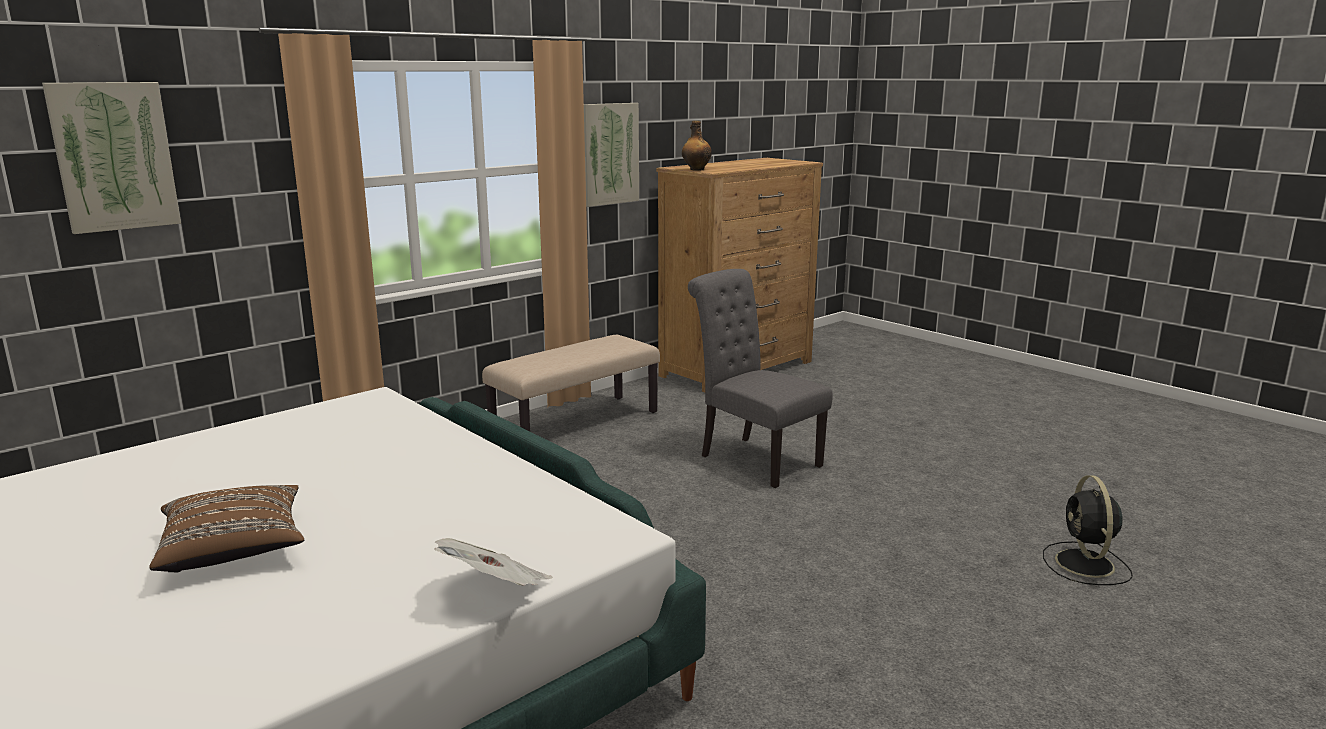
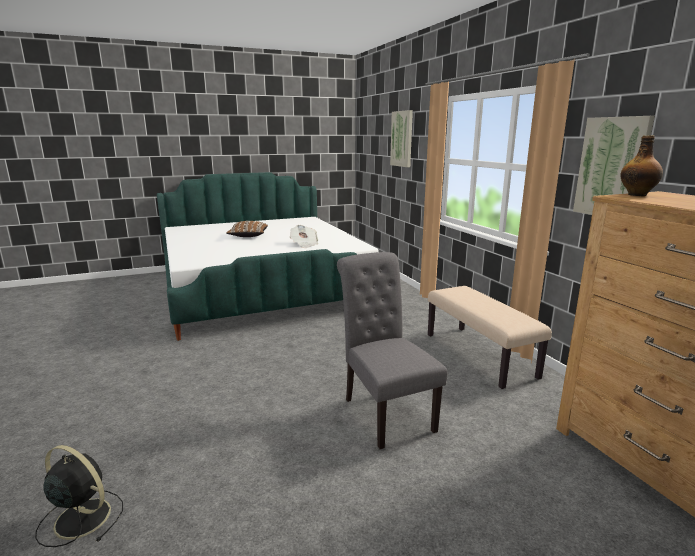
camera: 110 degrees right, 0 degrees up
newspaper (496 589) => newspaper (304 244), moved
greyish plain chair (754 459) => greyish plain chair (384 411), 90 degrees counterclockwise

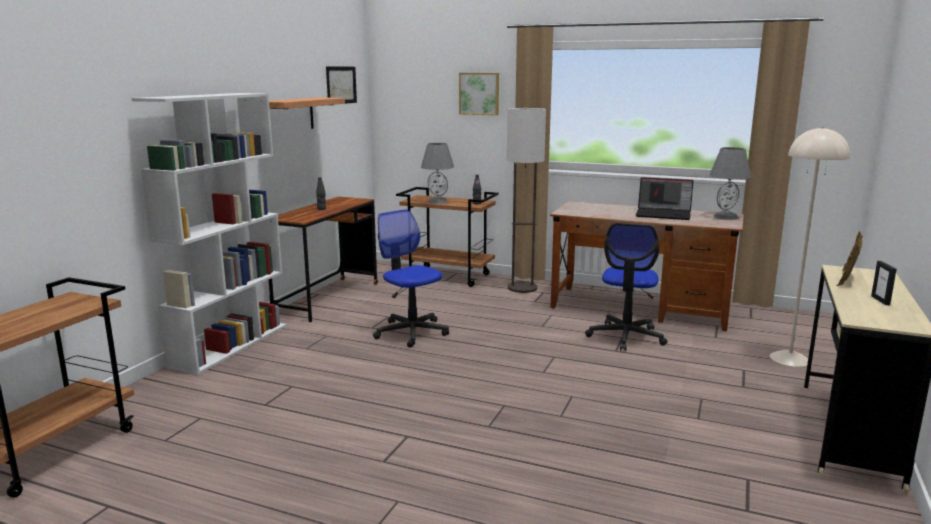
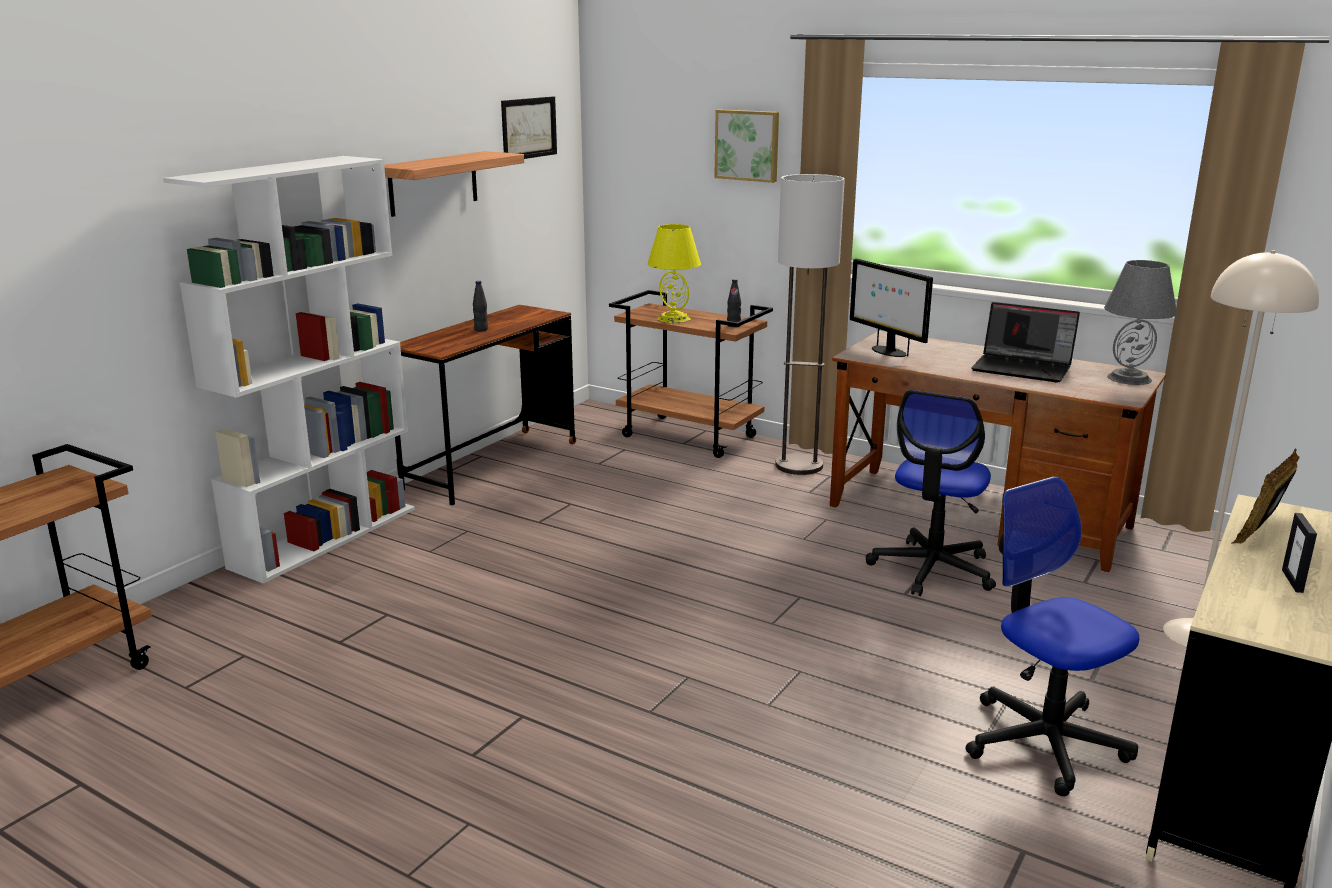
camera: 10 degrees right, 5 degrees up
nothing => computer display (887 351)
desk chair (411 332) => desk chair (1044 742), moved
greyish tabletop lamp (438 201) => yellowish tabletop lamp (674 318)

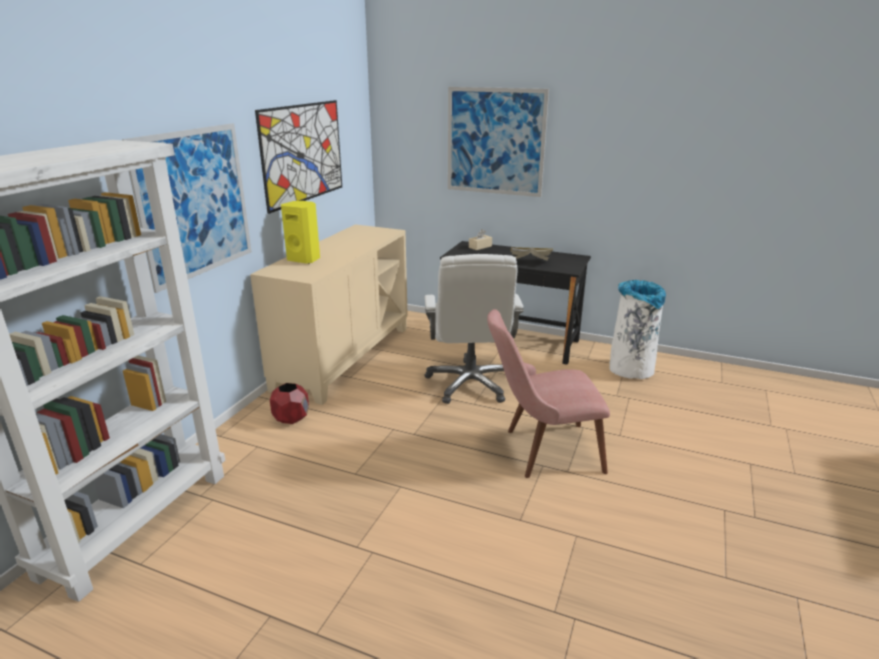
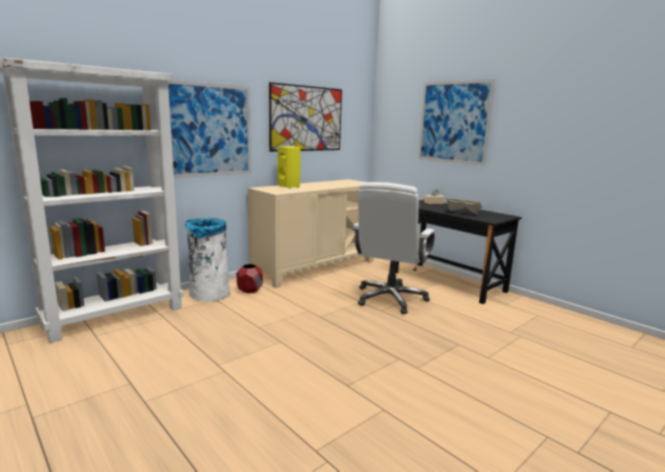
camera: 25 degrees right, 10 degrees down
pink-coloured plain chair (541 451) => nothing
white rubbish bin (630 369) => white rubbish bin (209 295), moved

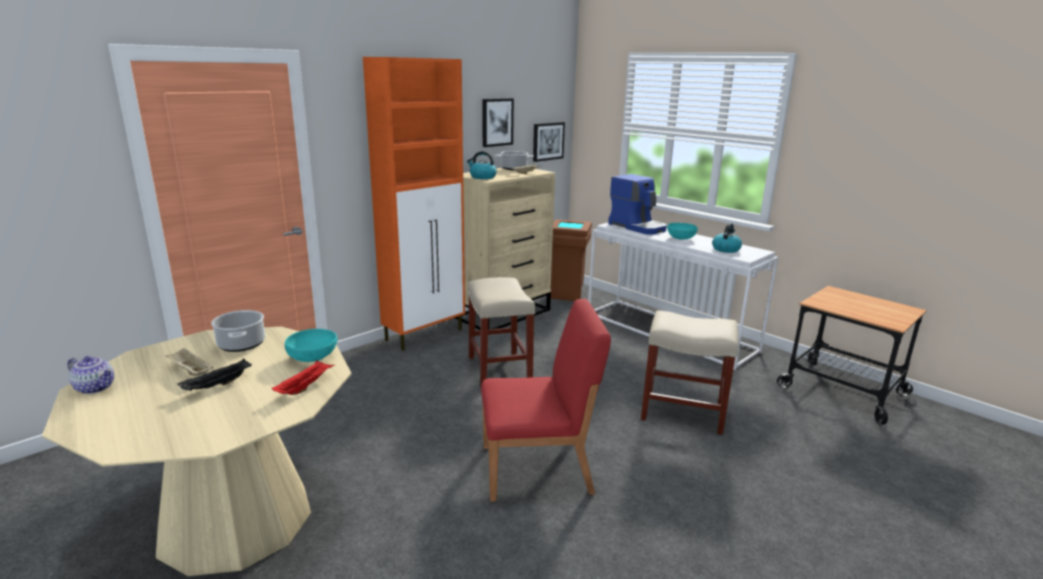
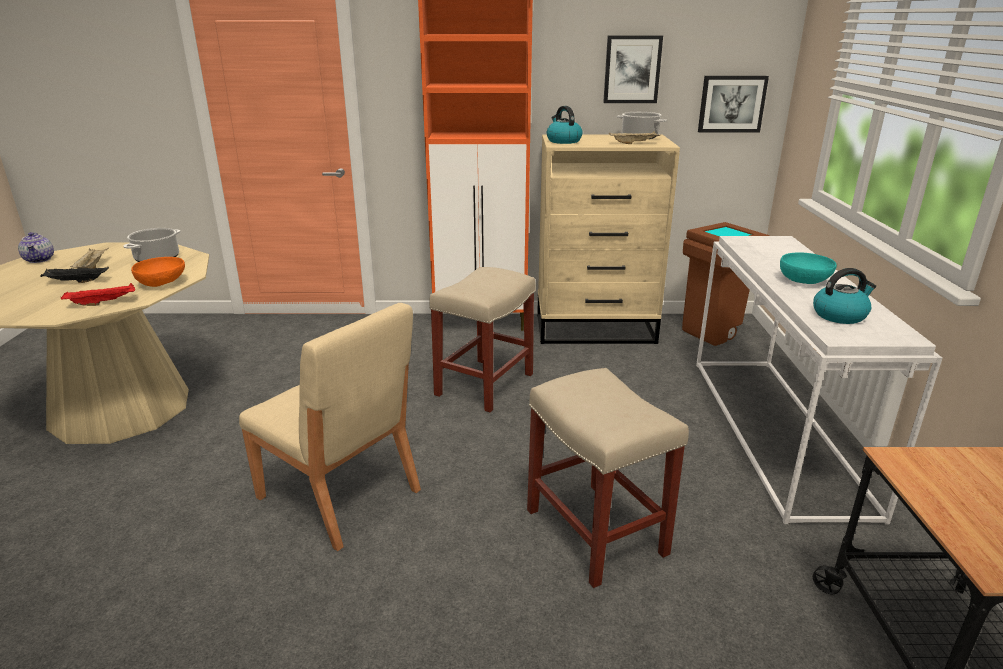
camera: 45 degrees right, 5 degrees up
coffee brewer (638 227) => nothing
turquoise deep dish (313 357) => orange-coloured deep dish (162 283)
red-coloured plain chair (538 469) => beige plain chair (339 495)

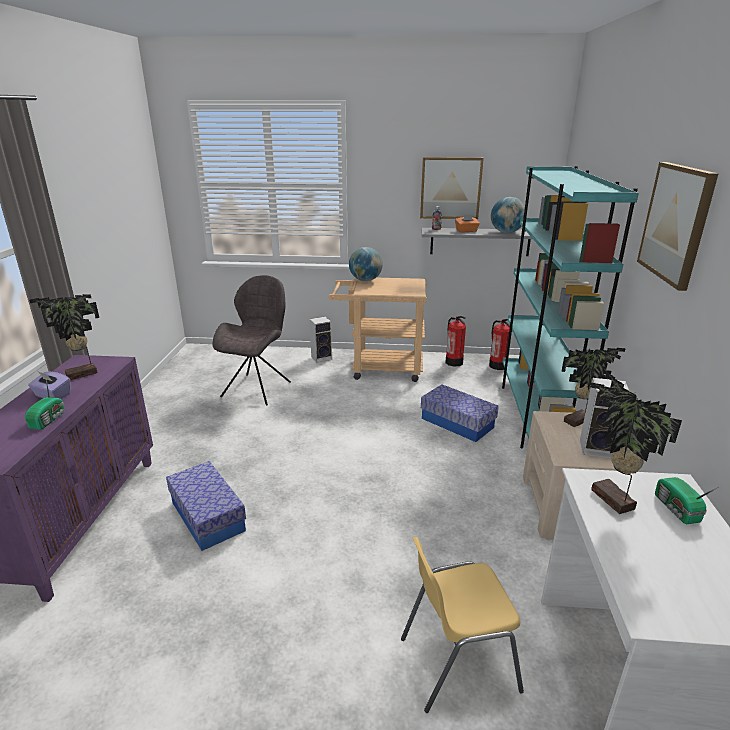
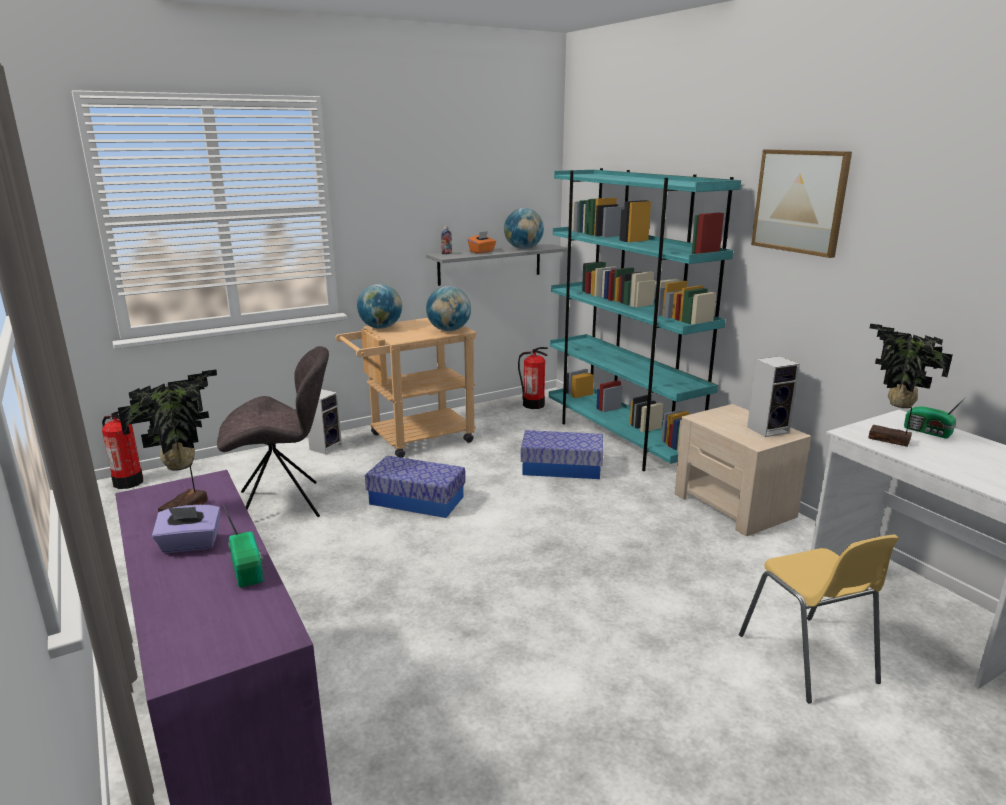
camera: 35 degrees left, 5 degrees down
picture (450 188) => nothing
houseplant (579 421) => nothing
nothing => world globe (449 330)
storage bin (207 516) => storage bin (416 500), moved
extinguisher (454 362) => extinguisher (128 482), moved
greyish plain chair (258 388) => greyish plain chair (283 503), 90 degrees clockwise
yellowish plain chair (457 663) => yellowish plain chair (808 659), 60 degrees counterclockwise

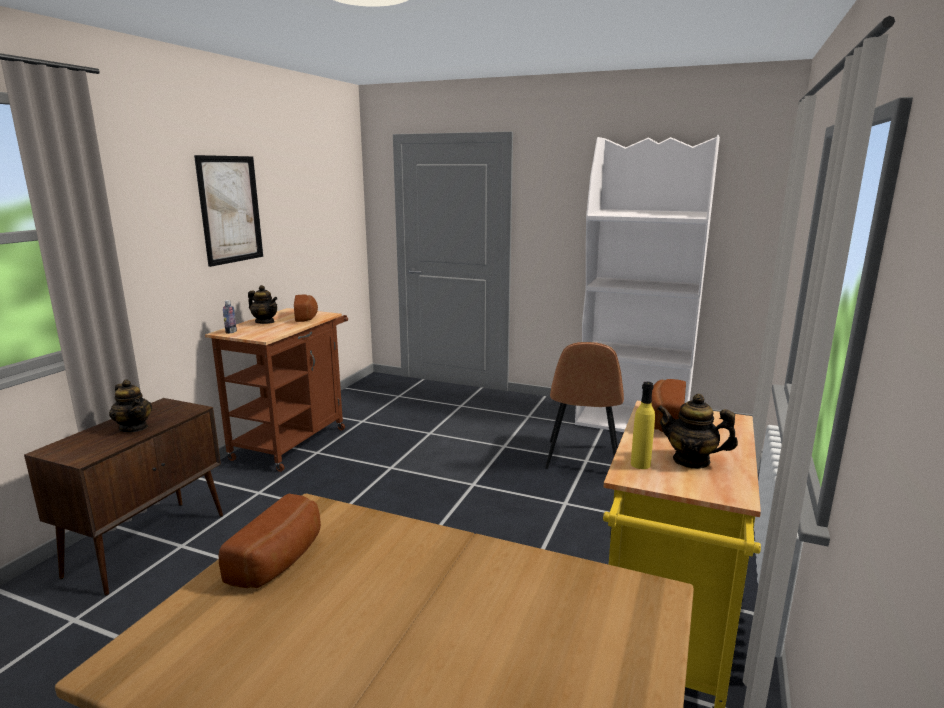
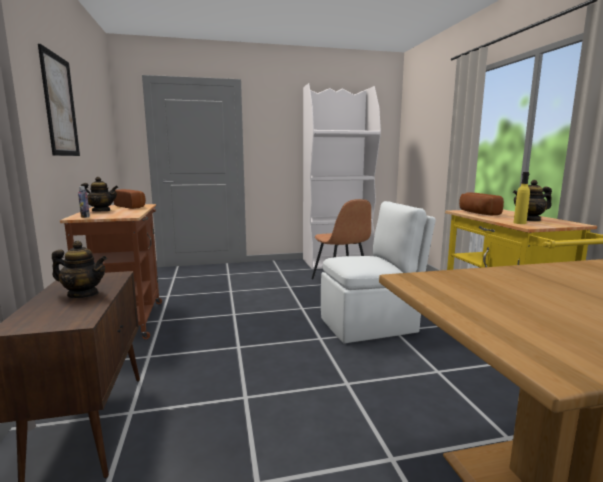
camera: 35 degrees left, 5 degrees down
bakery bread (281 560) => nothing
nothing => white plain chair (370 325)

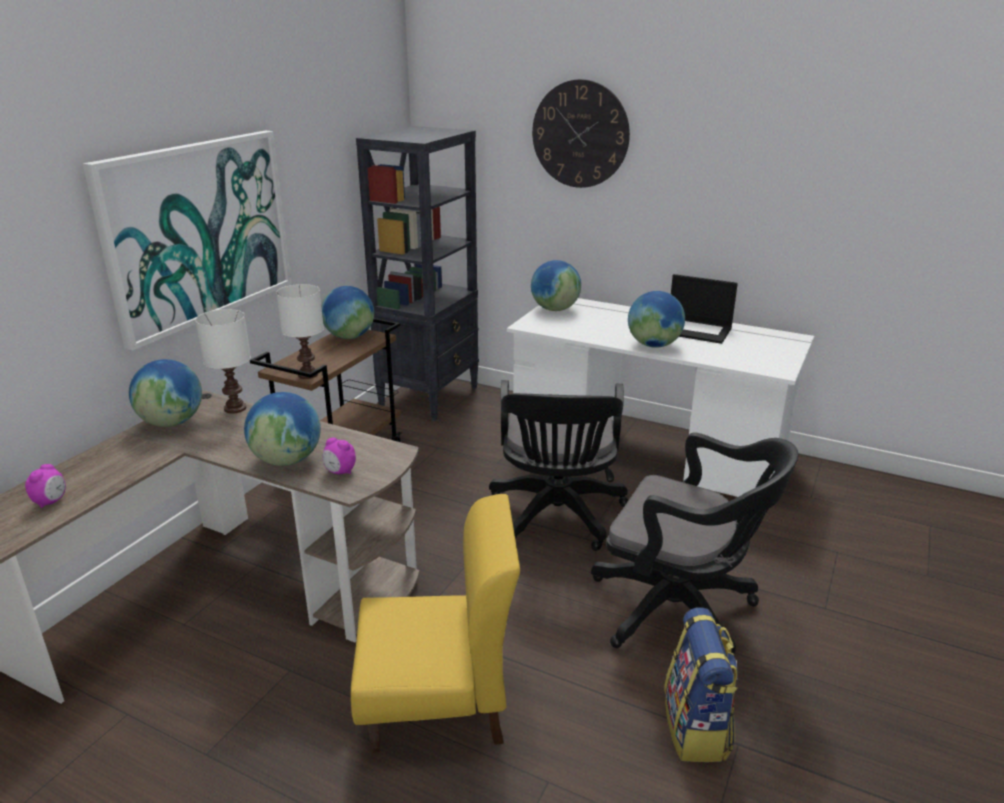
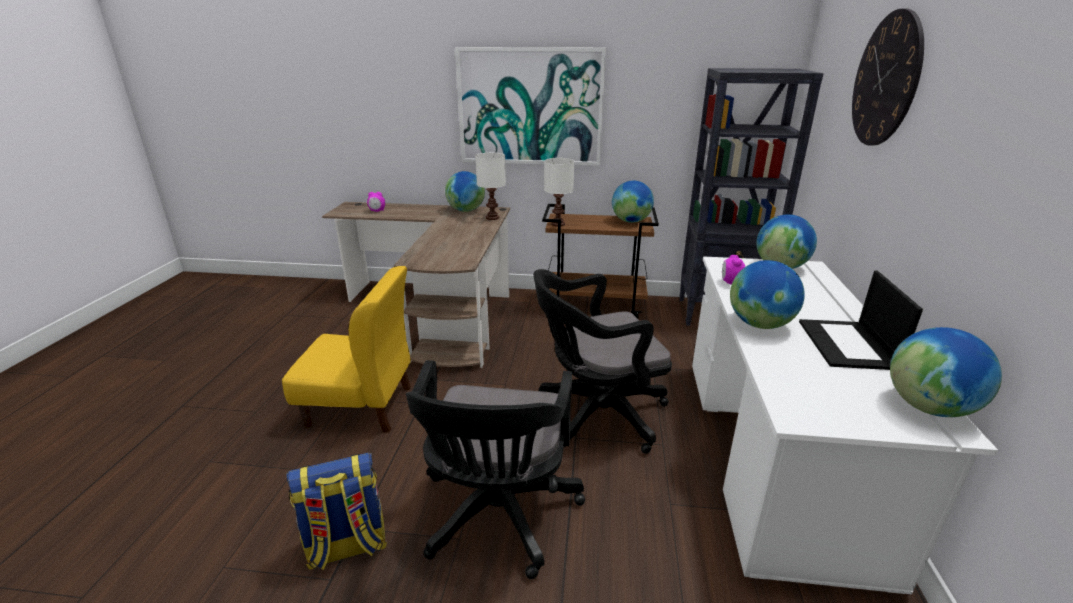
camera: 70 degrees right, 0 degrees up
world globe (287 460) => world globe (929 407), moved
bedside clock (340 472) => bedside clock (730 283), moved
yellowish plain chair (437 703) => yellowish plain chair (361 406), 60 degrees counterclockwise

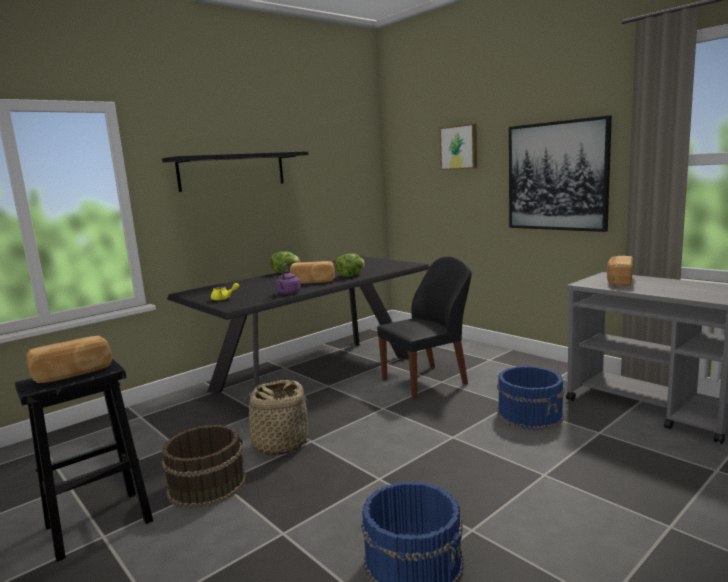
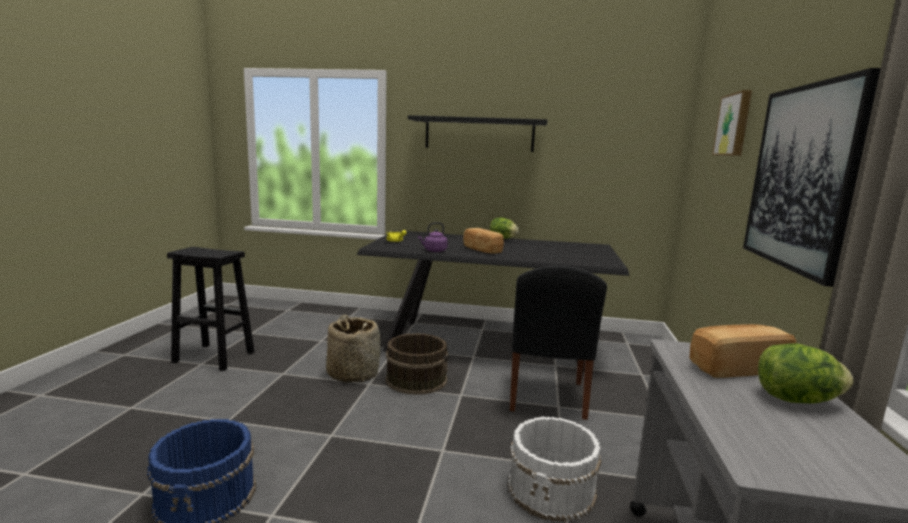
camera: 50 degrees right, 0 degrees up
bakery bread (73 374) => nothing
brownish pail (207 485) => brownish pail (416 379), moved
lettuce (350 276) => lettuce (796 400), moved
blue pail (530 415) => white pail (552 490)
blackish plain chair (426 381) => blackish plain chair (546 398), 75 degrees clockwise

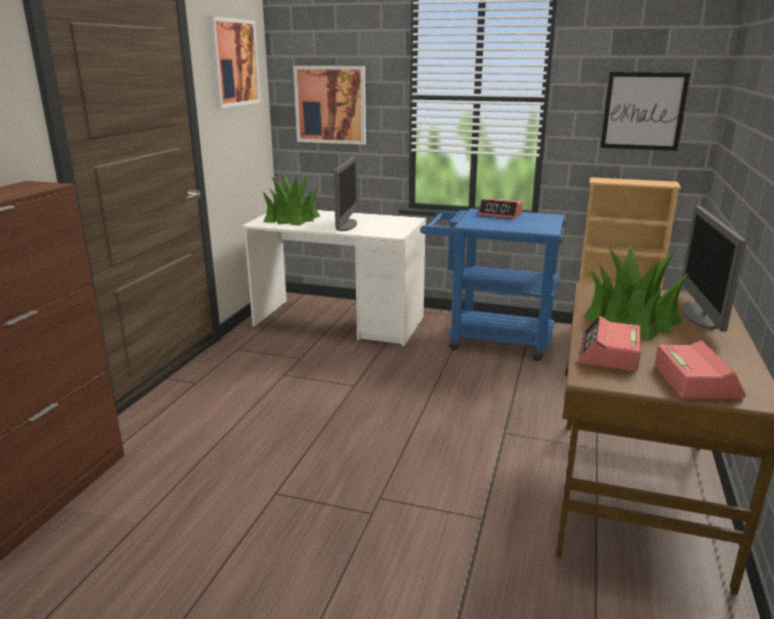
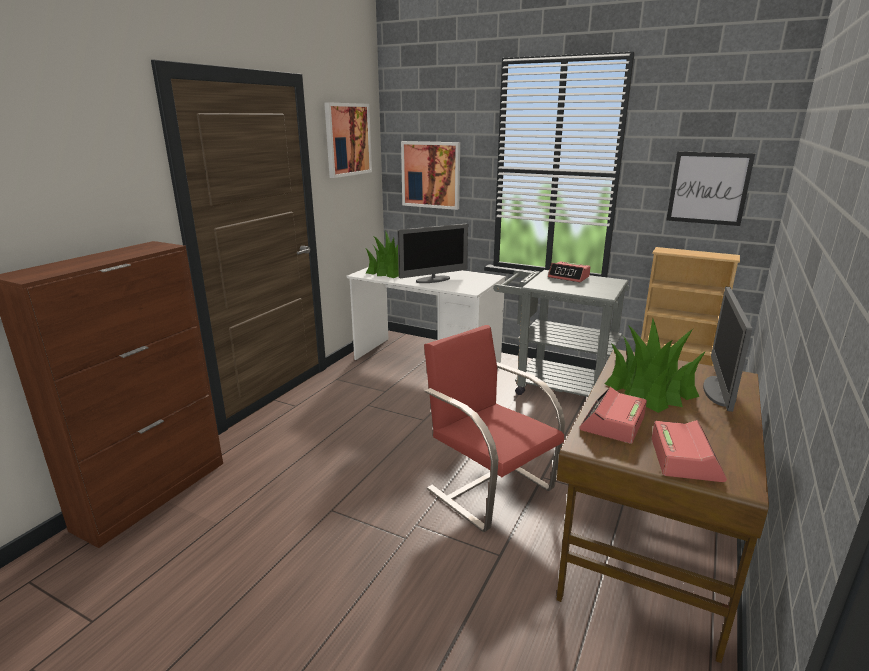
camera: 10 degrees right, 0 degrees up
nothing => red-coloured plain chair (489 487)
blue cart (489 338) => greyish cart (554 386)
computer display (346 225) => computer display (433 280), 45 degrees clockwise

